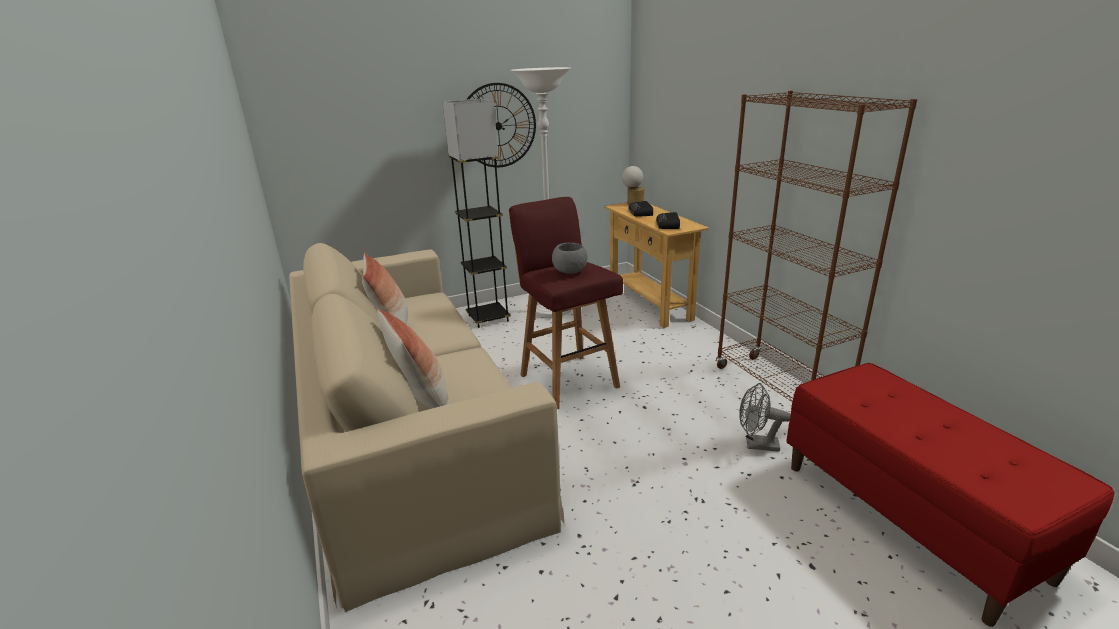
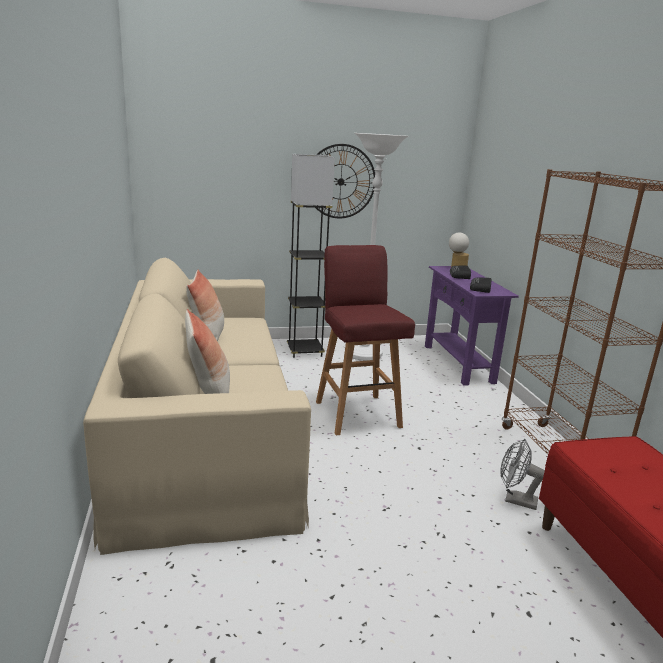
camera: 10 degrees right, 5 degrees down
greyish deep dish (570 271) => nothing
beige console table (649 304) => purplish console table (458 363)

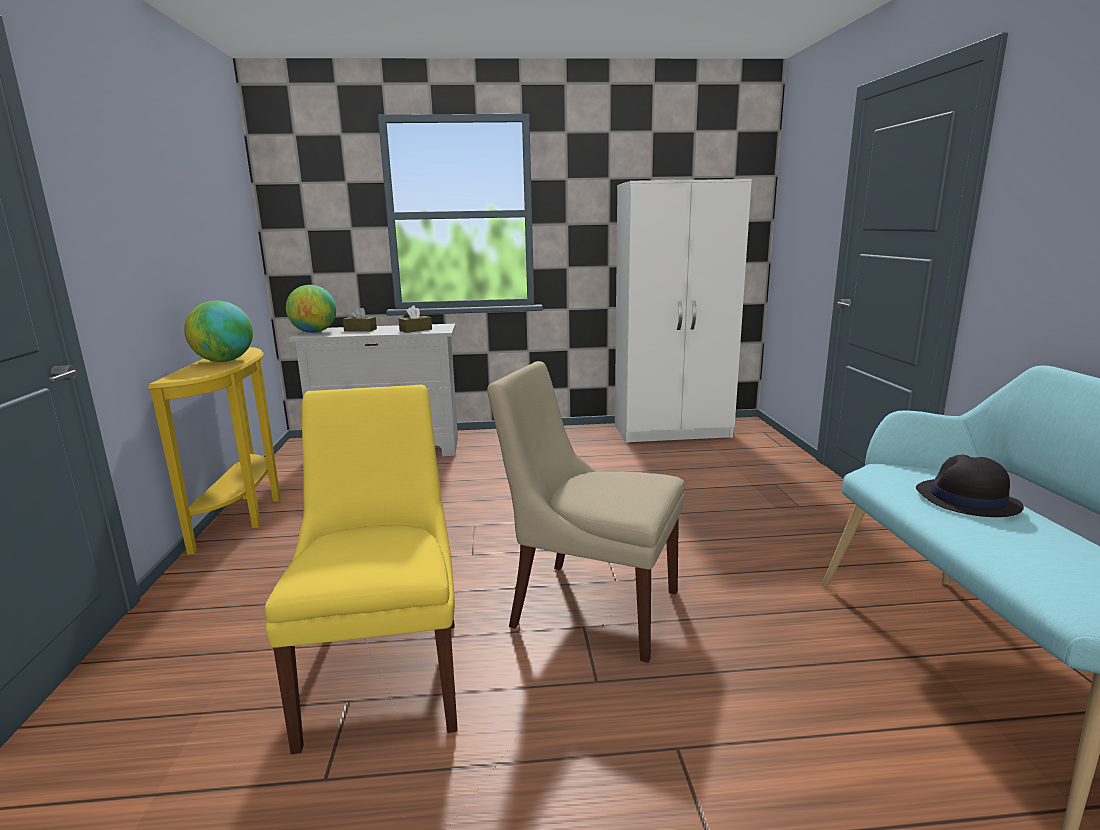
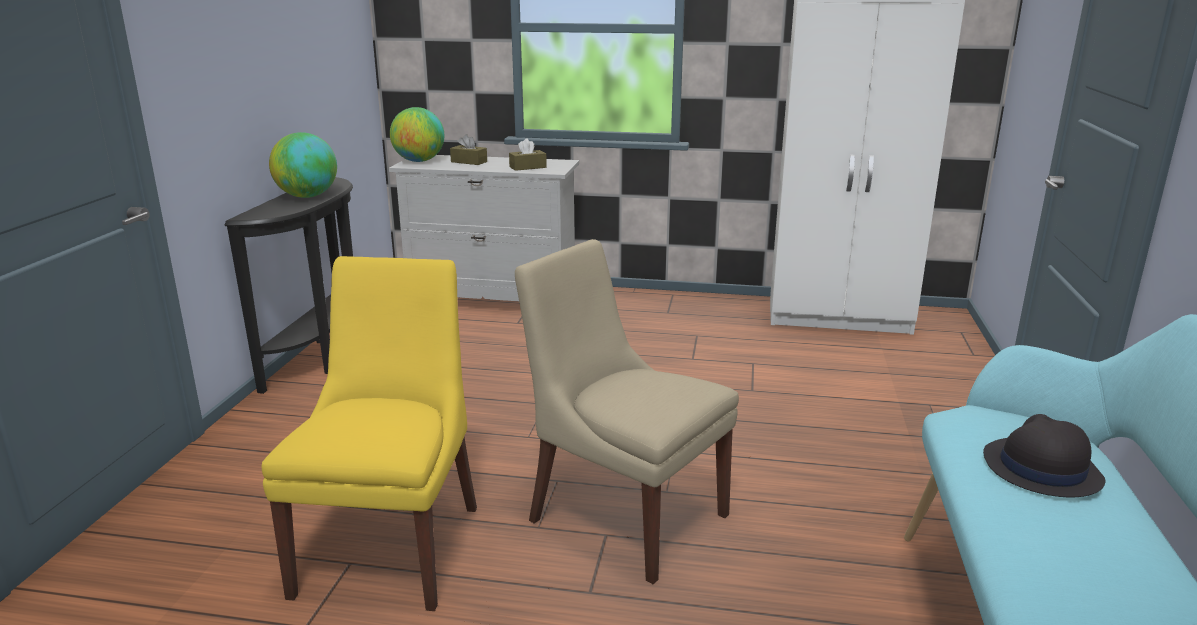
camera: 15 degrees right, 5 degrees up
yellowish console table (246 513) => blackish console table (324 356)

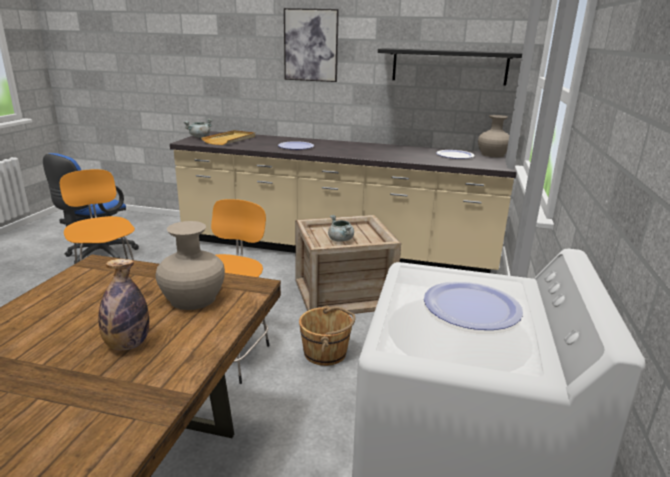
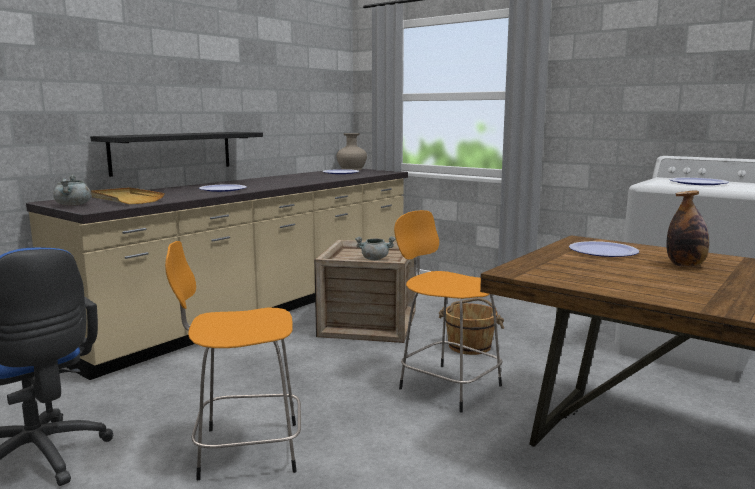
camera: 65 degrees left, 10 degrees down
picture (311 45) => nothing
blackish shelf (449 66) => blackish shelf (172 152), moved
beige decorative vase (193 298) => flat dish (603 251)

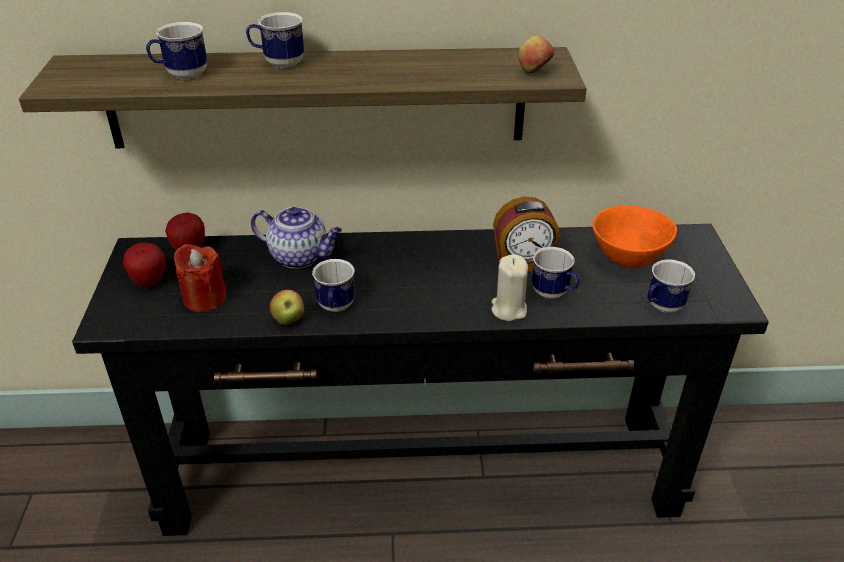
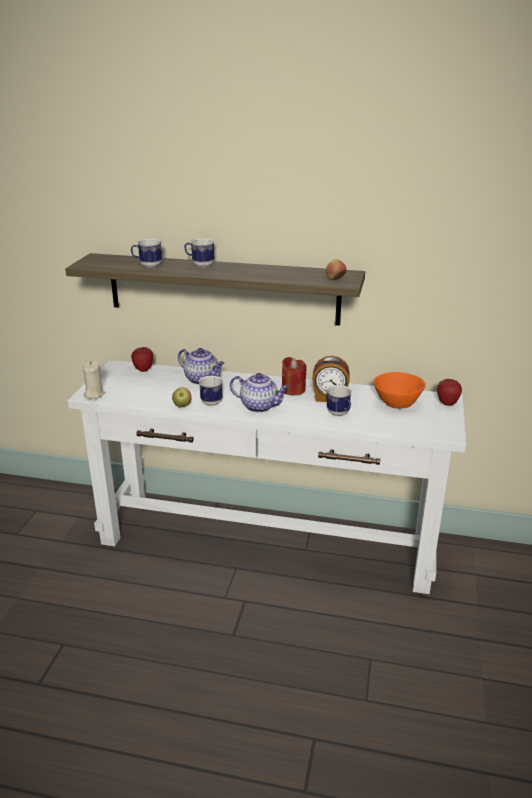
camera: 15 degrees right, 10 degrees down
coffee mug (661 307) => nothing
nothing => pot for tea (260 406)
apple (149 282) => apple (447 404), moved
red-coloured wax light (204 299) => red-coloured wax light (293 390), moved
beige wax light (508 309) => beige wax light (94 394), moved
blackish console table (422 473) => white console table (266 541)

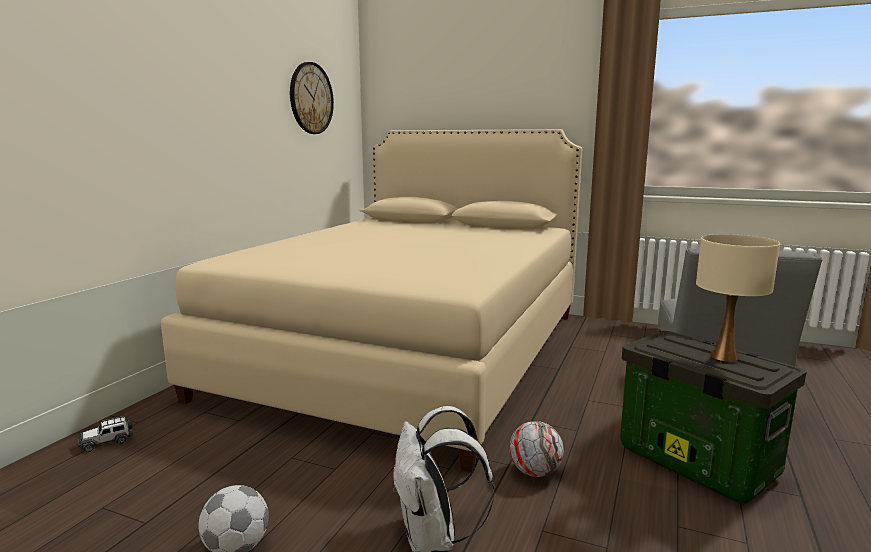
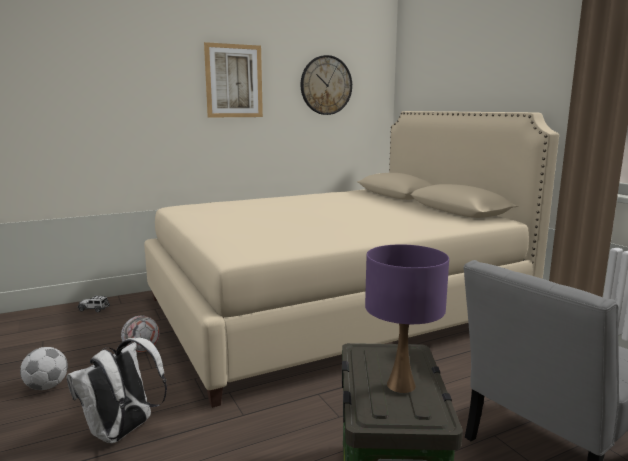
camera: 40 degrees right, 0 degrees up
nothing => picture (234 81)
football ball (535 472) => football ball (142 350), moved
beige tabletop lamp (724 357) => purplish tabletop lamp (401 385)

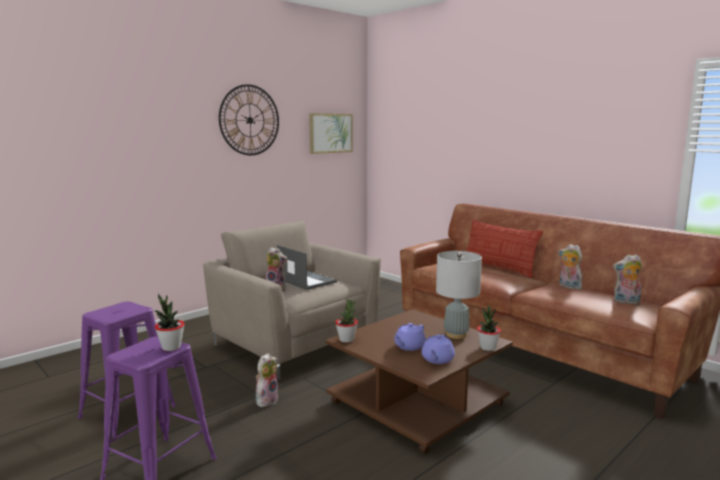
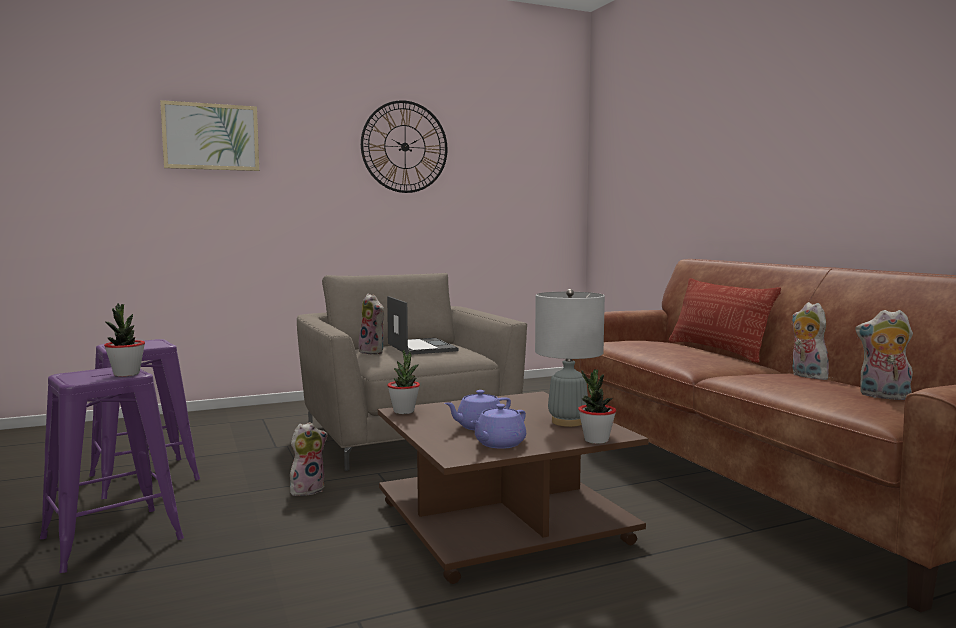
camera: 20 degrees right, 5 degrees down
picture (330 133) => picture (211 137), moved

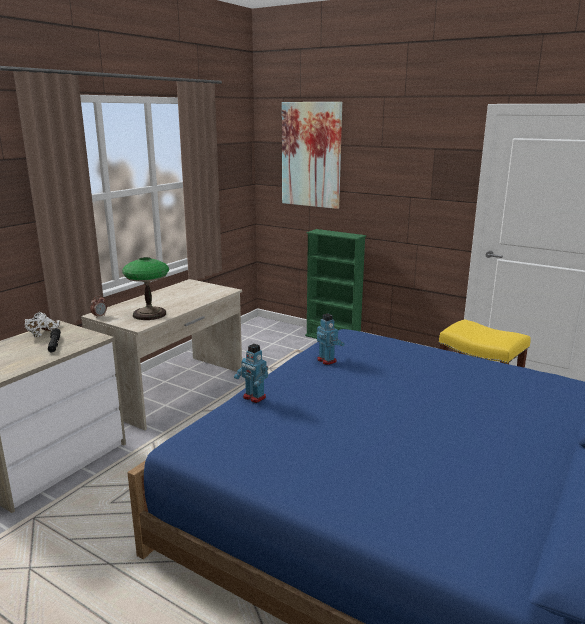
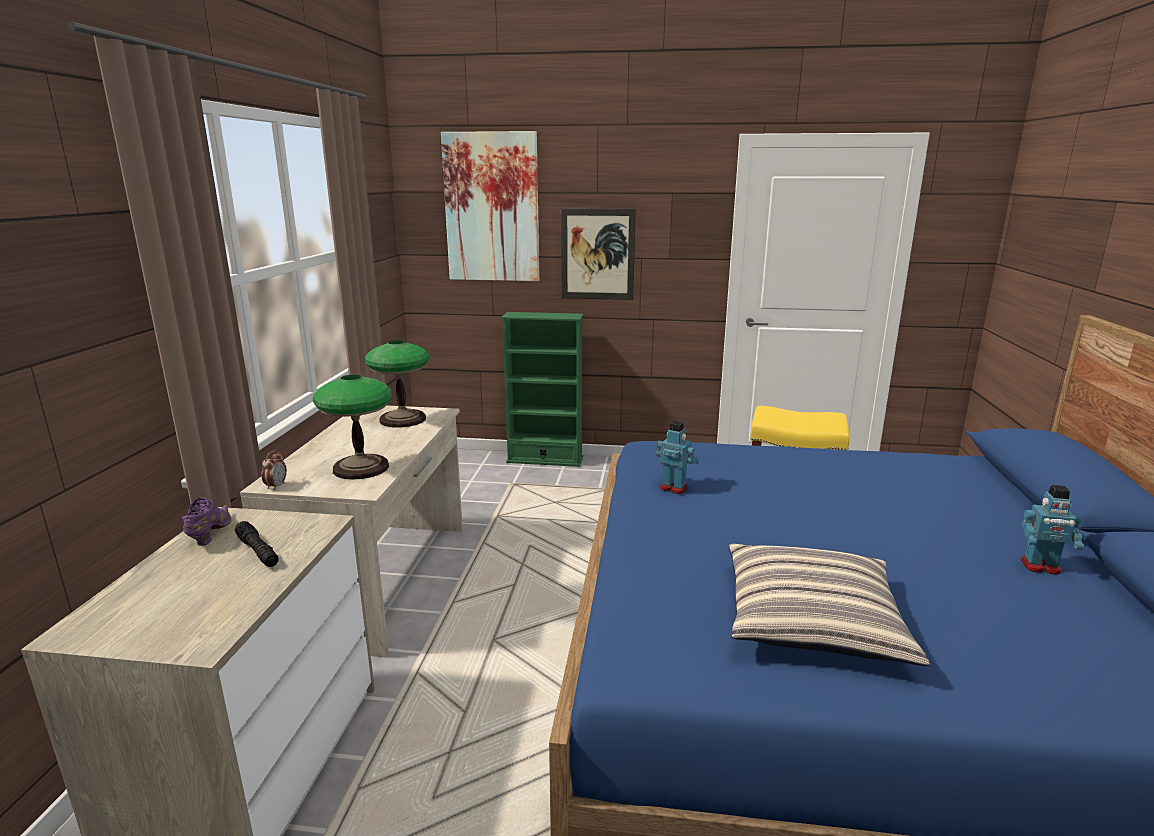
camera: 25 degrees left, 0 degrees up
nothing => tabletop lamp (403 419)
nothing => picture (597 254)
nothing => pillow (812 619)
robot figure (254 397) => robot figure (1040 567), moved
white low shoe (43 332) => purplish low shoe (209 534)

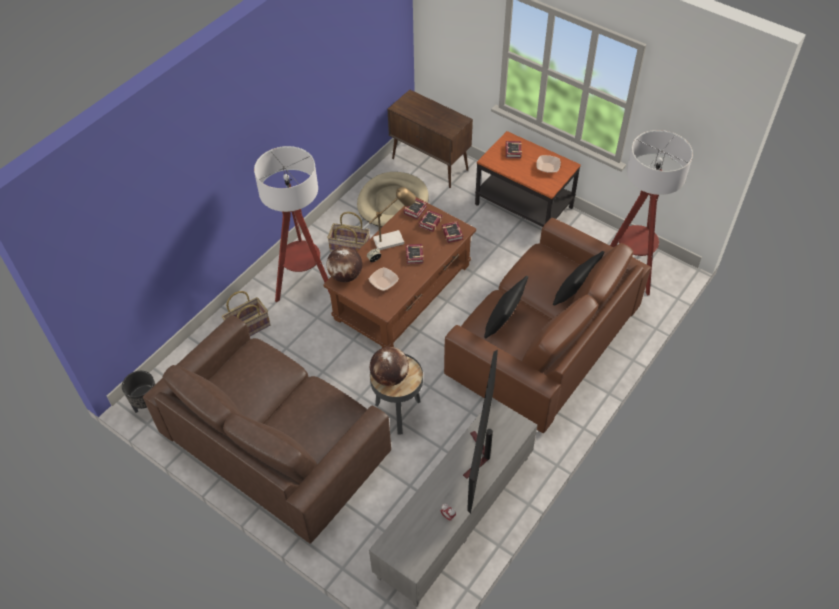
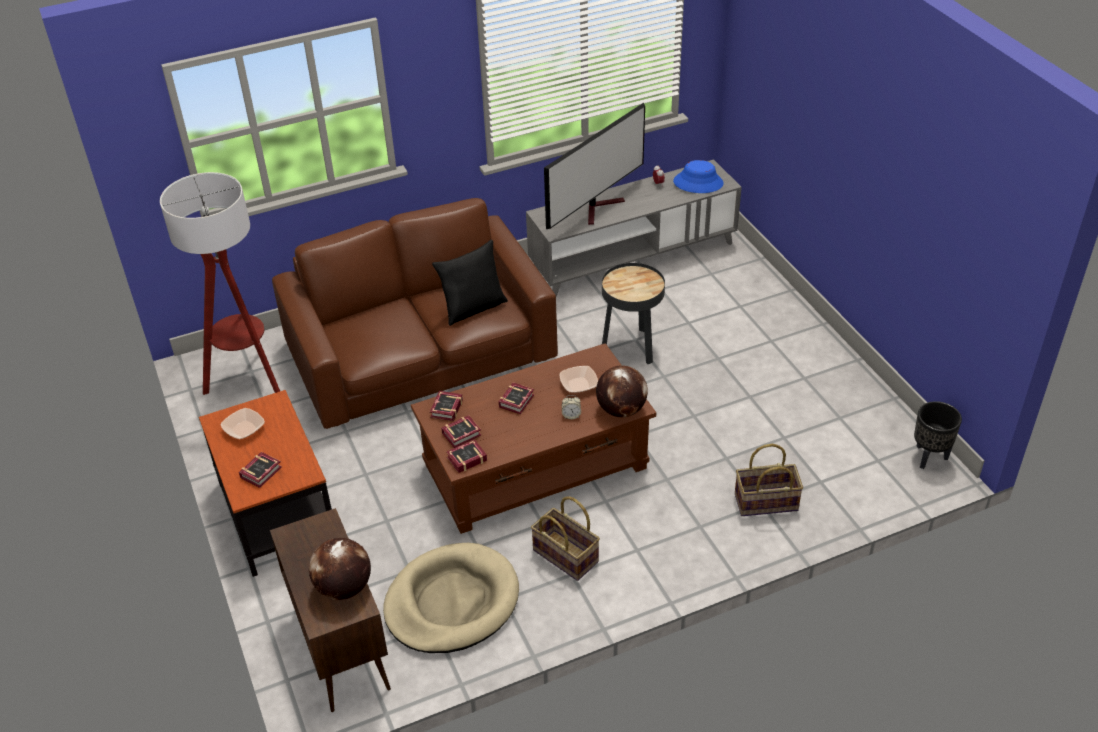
camera: 150 degrees left, 10 degrees down
brownish sofa (275 441) => nothing
standing lamp (305 286) => nothing
tabletop lamp (392 240) => nothing
blackish pillow (574 293) => nothing
nothing => blue hat (698 182)
world globe (389 377) => world globe (343 588), moved

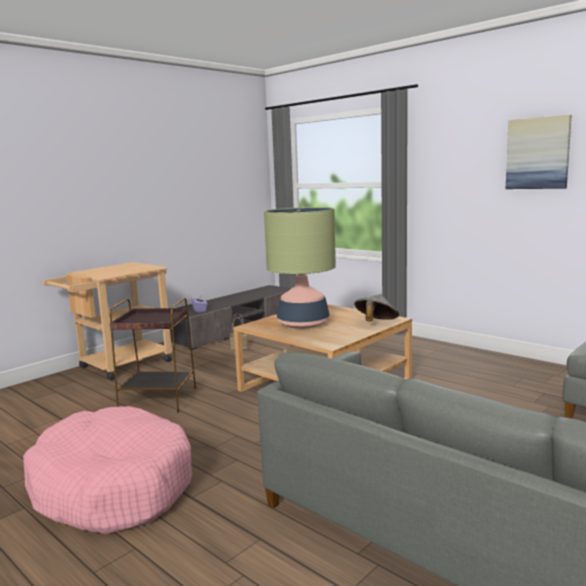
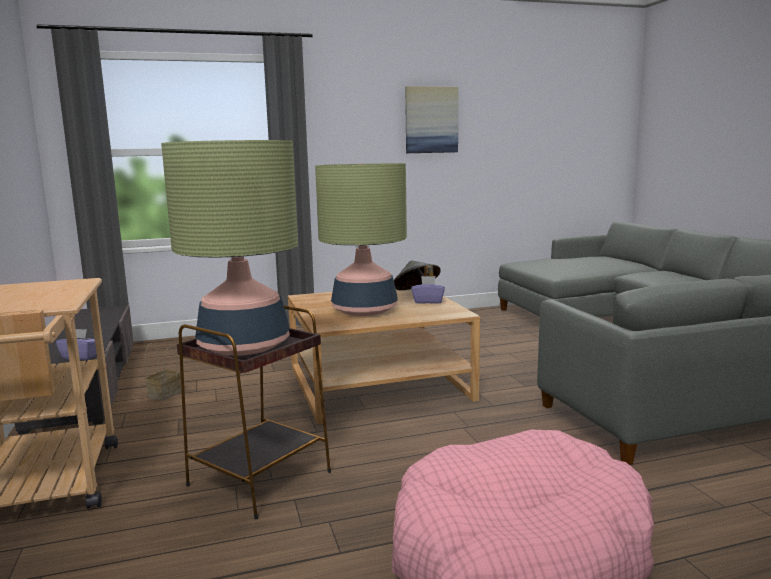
camera: 60 degrees left, 0 degrees up
nothing => tabletop lamp (244 345)
nothing => purplish box of tissues (428 301)

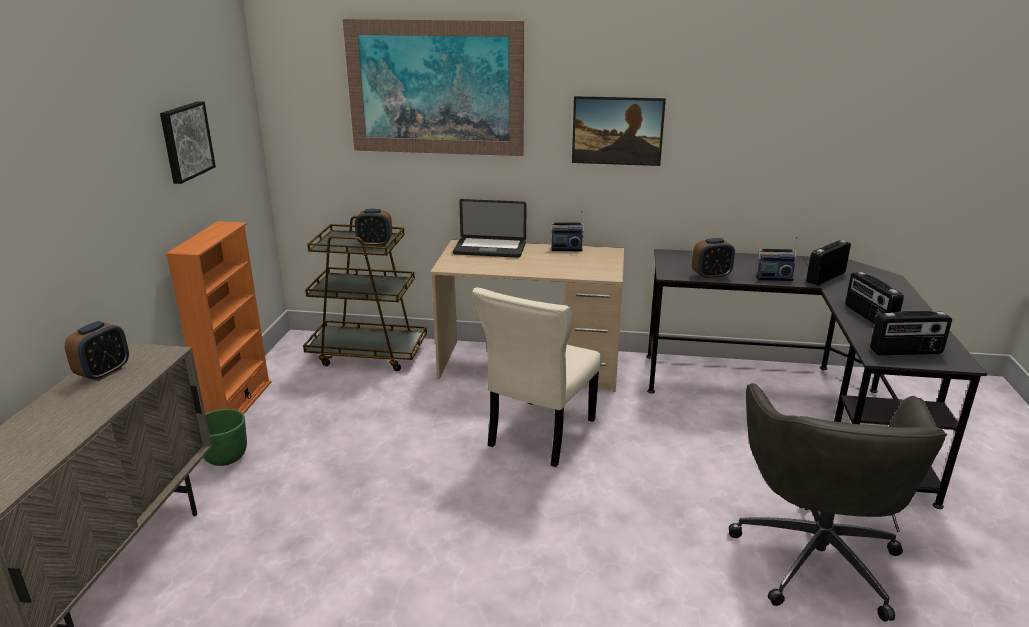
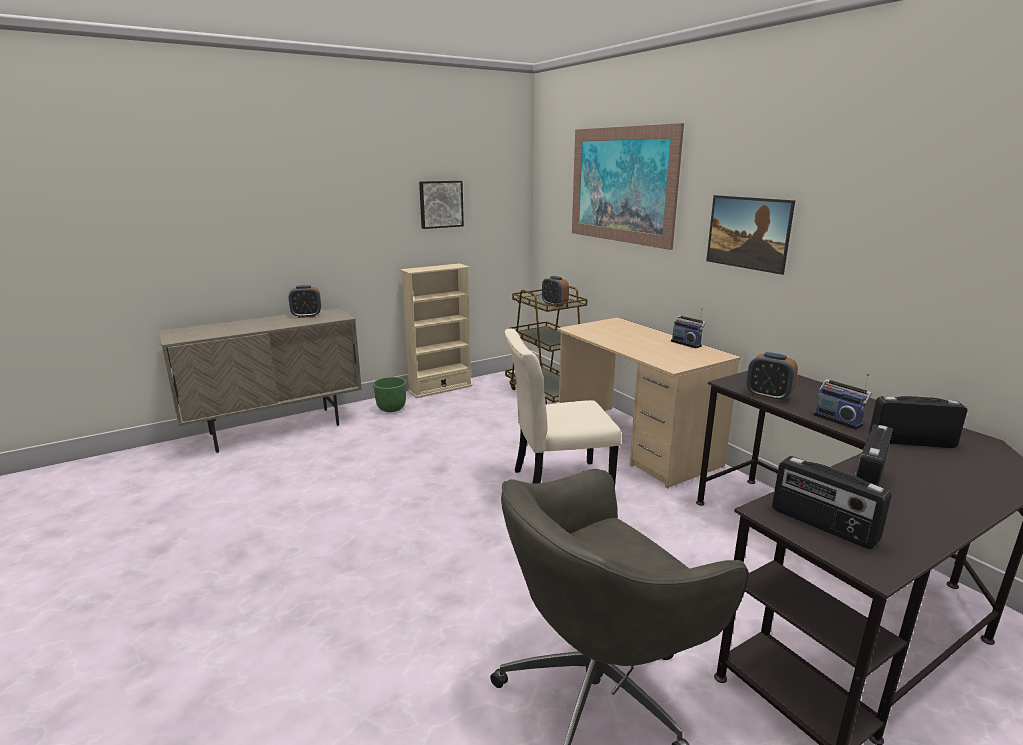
camera: 50 degrees right, 5 degrees down
laptop (489 249) => nothing
orange-coloured bookcase (237 403) => beige bookcase (440 388)

